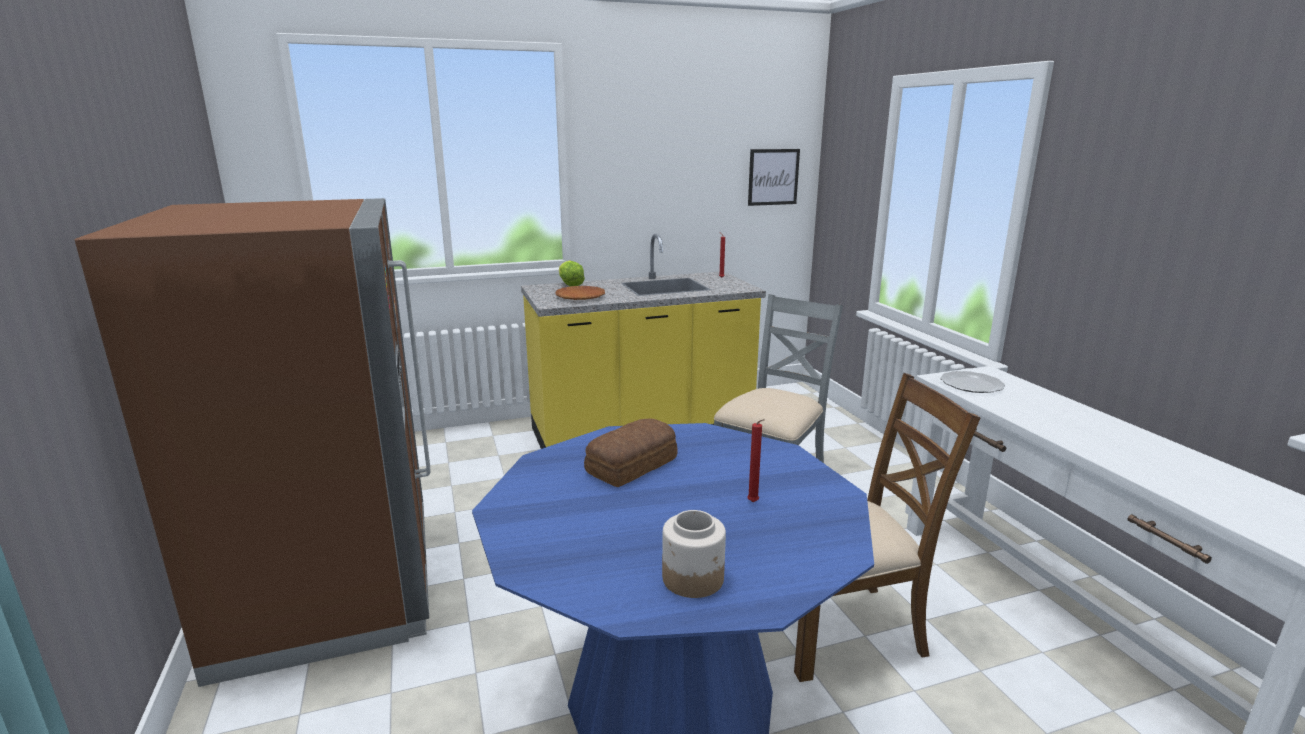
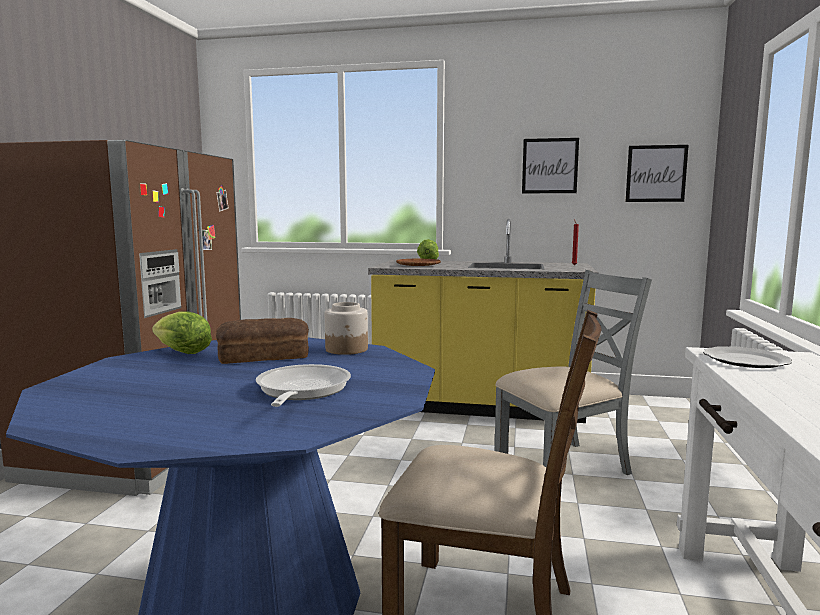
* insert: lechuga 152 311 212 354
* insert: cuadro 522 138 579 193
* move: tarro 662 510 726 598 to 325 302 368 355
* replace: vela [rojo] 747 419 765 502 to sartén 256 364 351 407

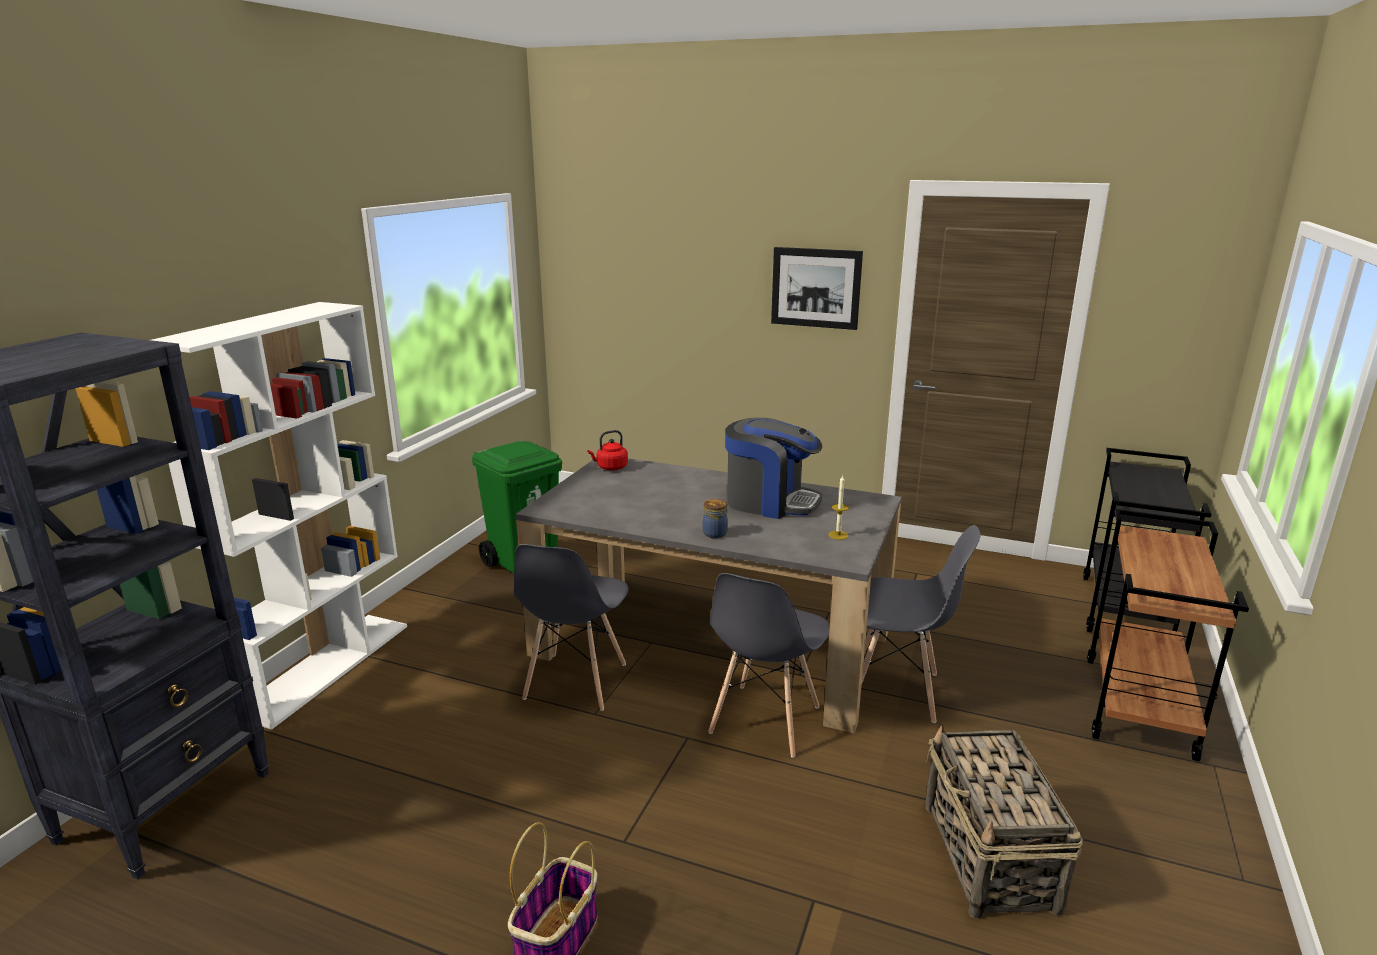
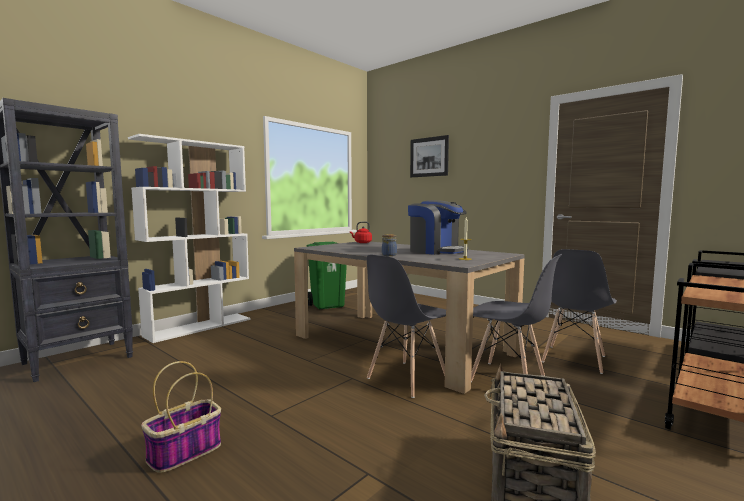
* move: silla [gris] 514 544 629 711 to 541 249 617 374
* move: cuadro 771 247 863 330 to 410 135 449 177

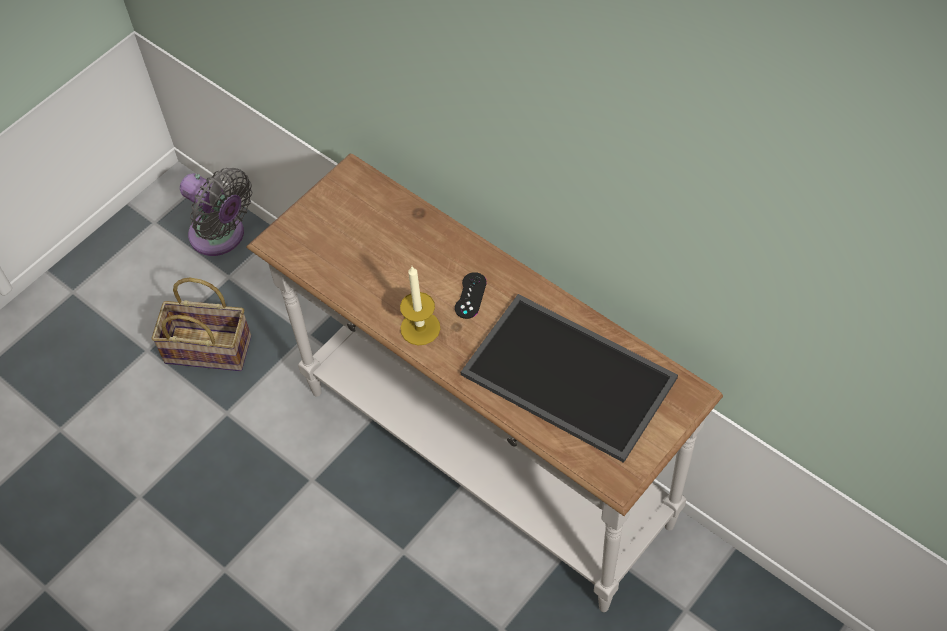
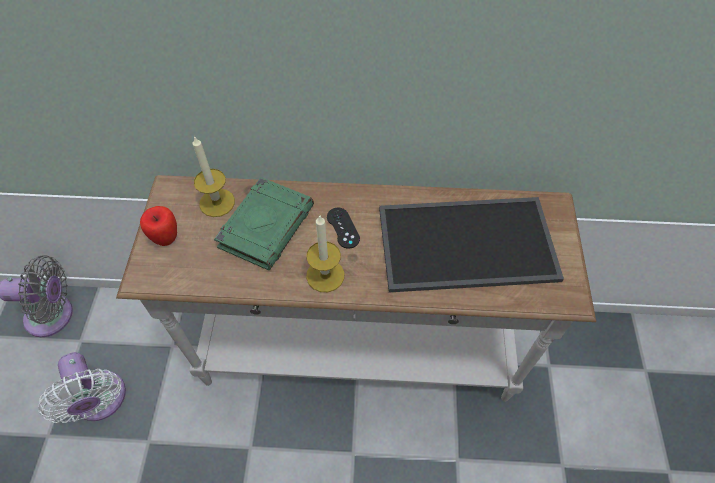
* insert: manzana 140 206 177 246
* insert: vela 193 136 235 217
* insert: libro [verde] 214 177 314 270
* replace: cesta 151 278 251 371 to ventilador [blanco] 38 352 126 423

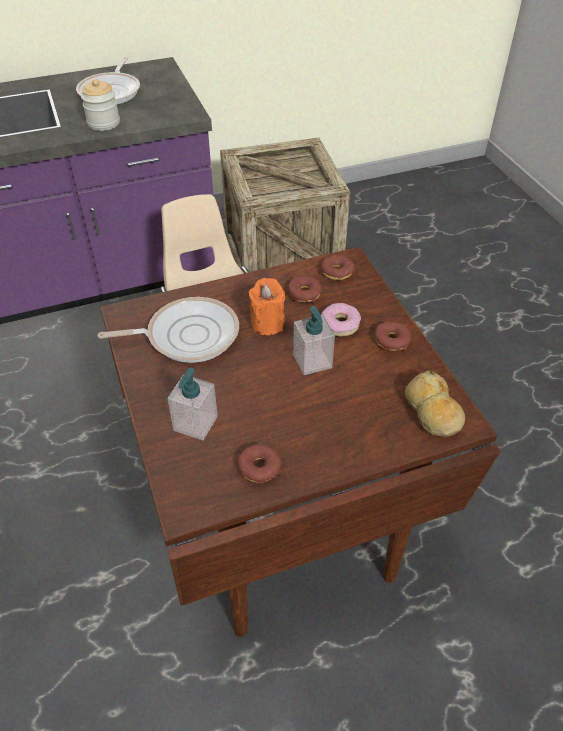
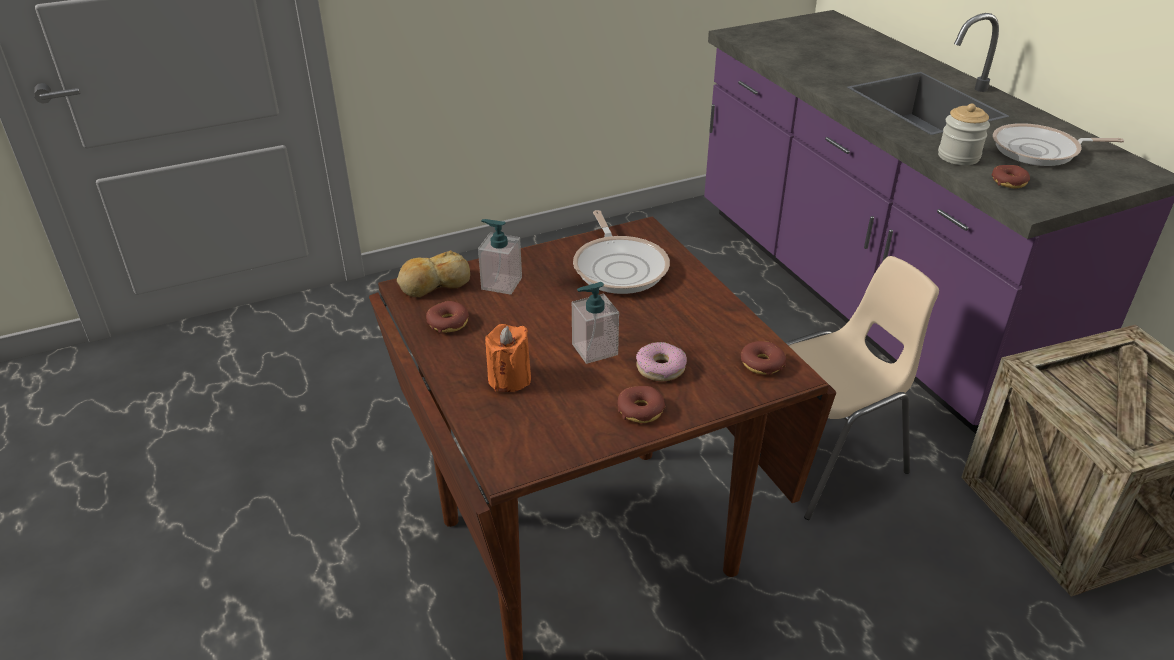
* move: vela [naranja] 249 278 285 335 to 485 324 531 392
* move: rosquilla 288 276 322 303 to 992 165 1030 189
* move: pan 405 370 465 437 to 397 250 470 297

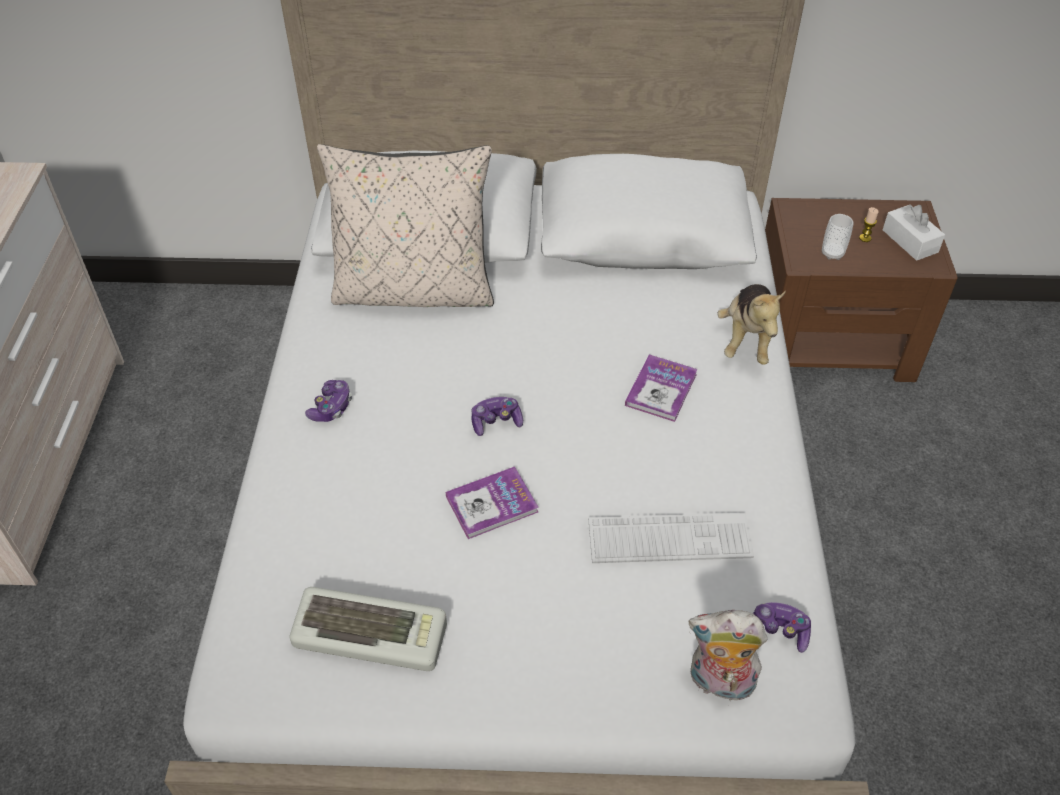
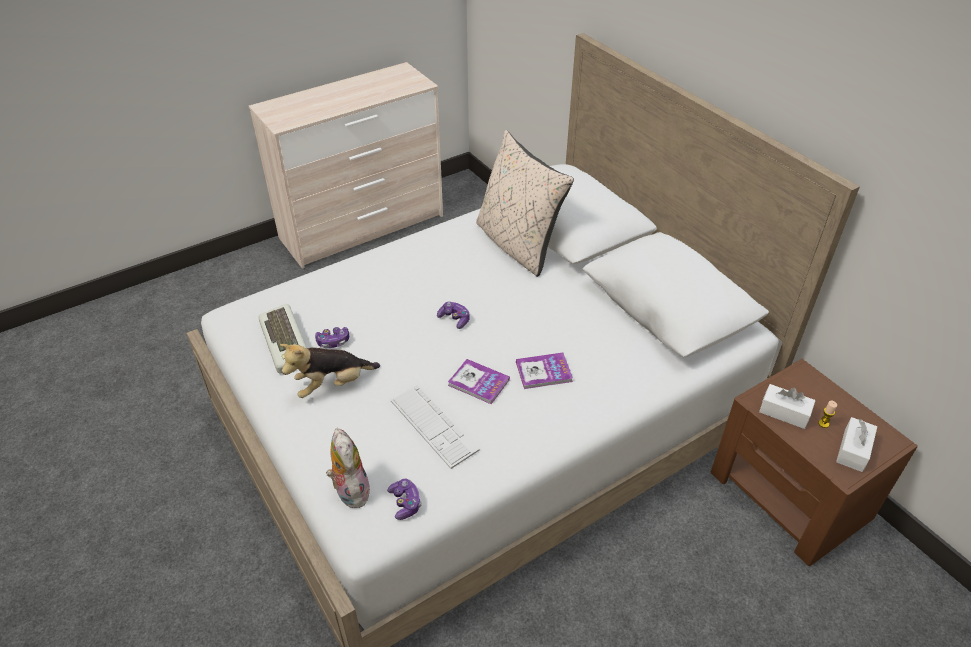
* move: mando de consola 305 380 352 422 to 315 327 349 348
* move: libro 446 467 539 539 to 448 359 510 404
* move: peluche 718 284 786 365 to 280 344 380 398
* replace: taza 822 214 853 260 to caja de pañuelos [blanco] 759 384 816 429

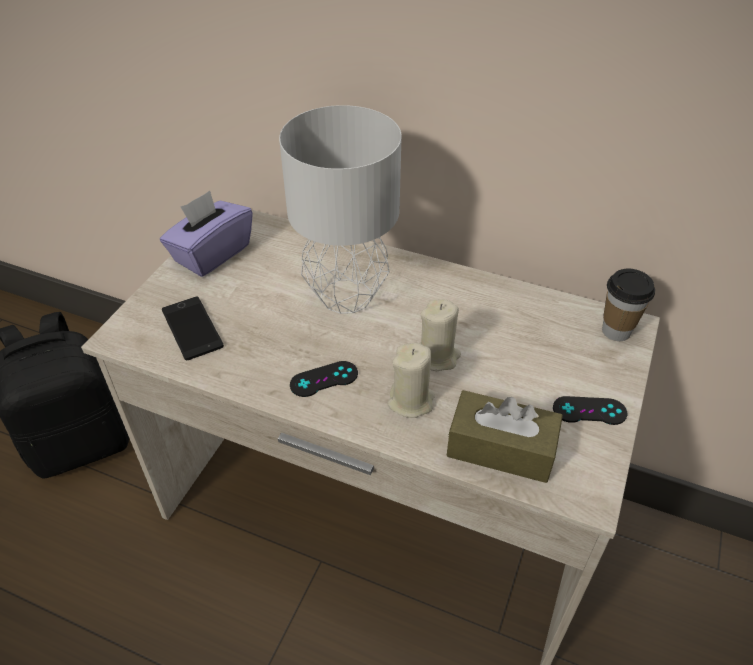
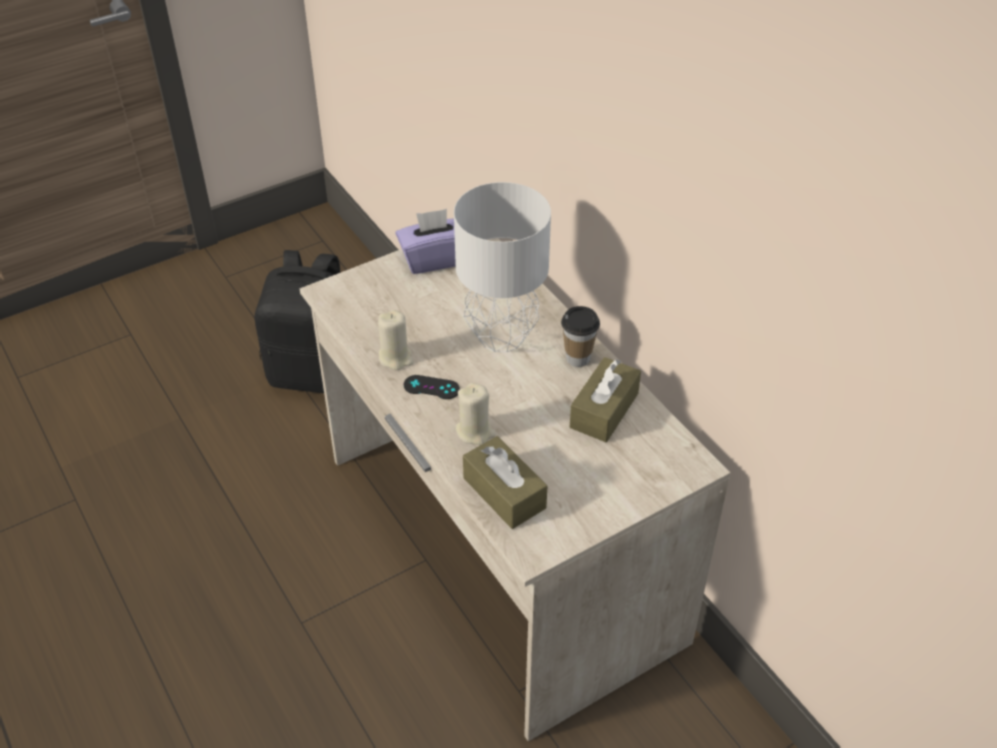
* delete: móvil 162 297 224 360
* delete: mando de consola [negro] 553 396 627 425
* insert: caja de pañuelos [marrón] 570 357 641 442
* move: vela [beis] 420 300 461 371 to 378 310 413 370
* move: taza 602 269 655 341 to 561 306 600 367

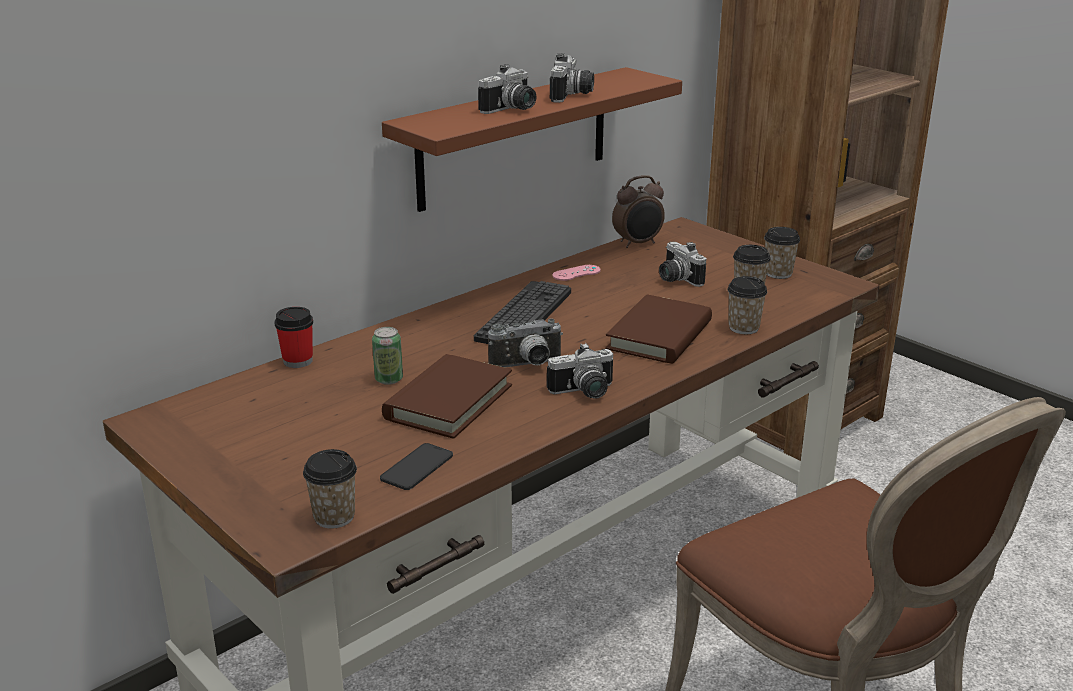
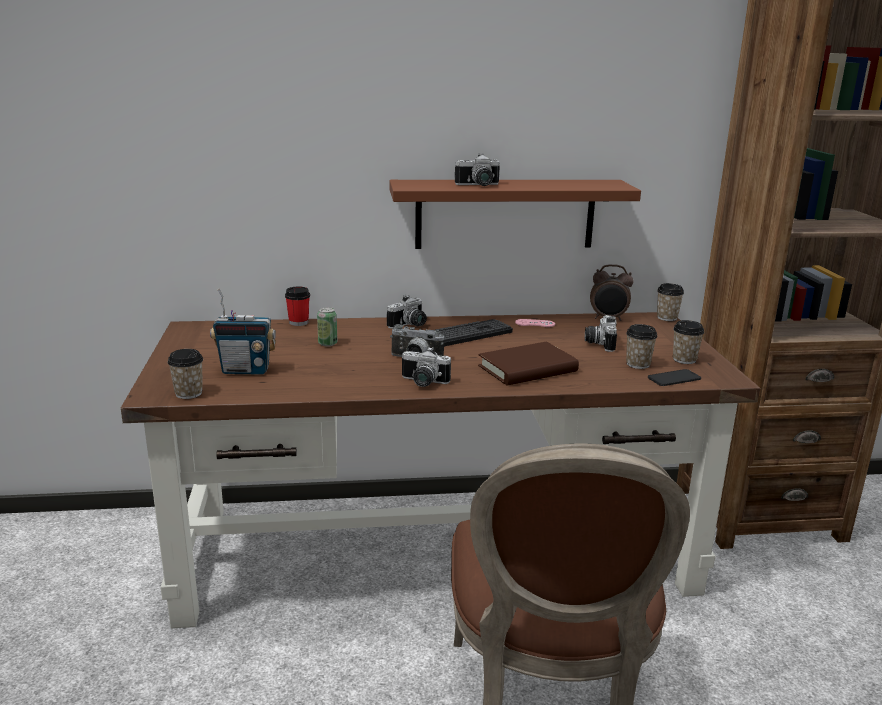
* delete: libro [marrón] 382 354 512 439
* insert: radio 210 288 276 375
* move: móvil 380 443 453 490 to 648 369 701 386
* move: cámara 550 53 594 103 to 387 295 427 329
* move: taza 727 276 767 334 to 657 283 684 321

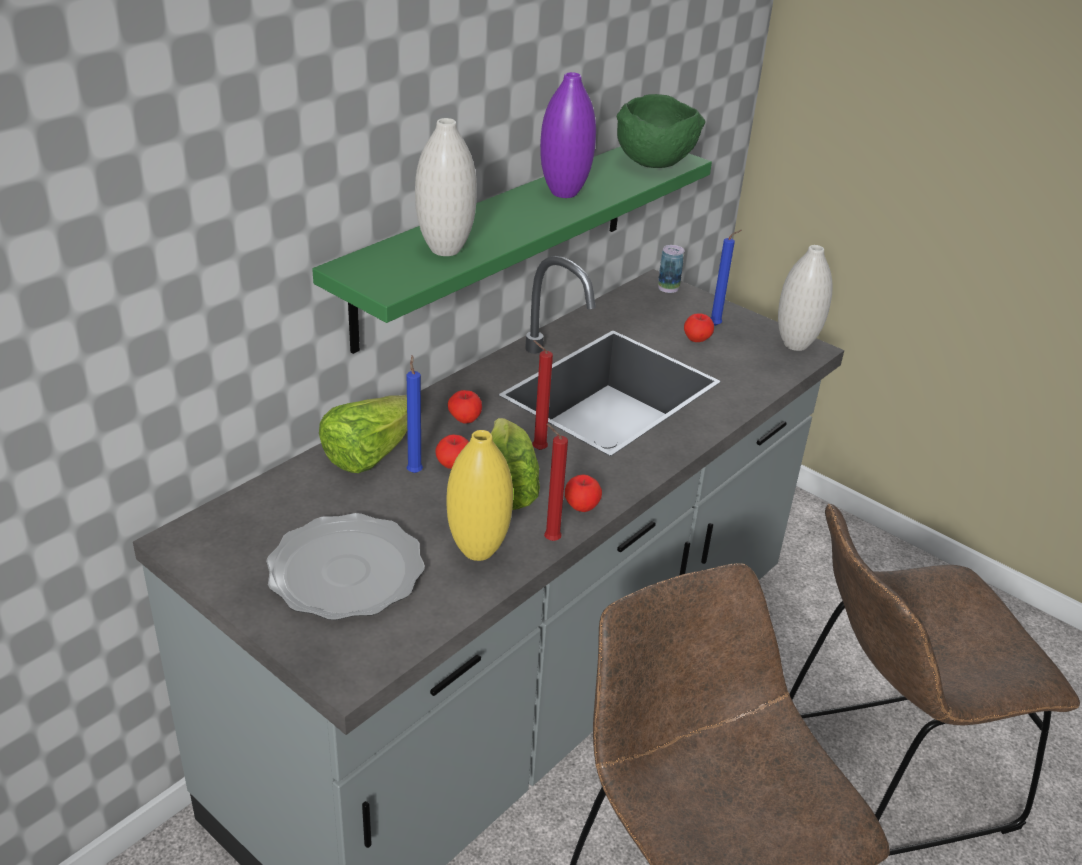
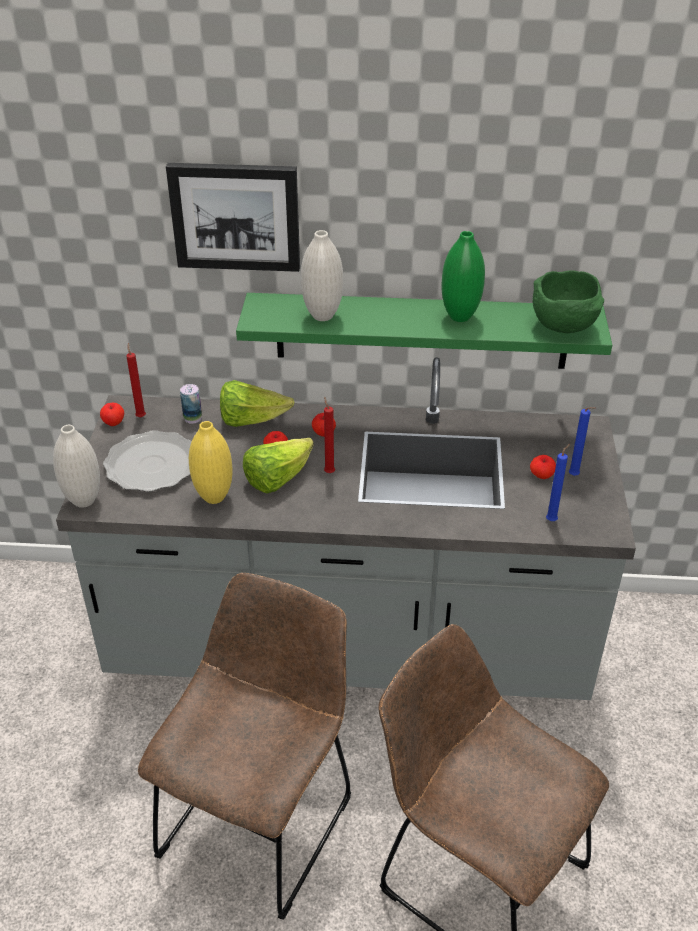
* insert: cuadro 166 163 300 272
* move: vela [azul] 406 355 423 473 to 546 443 570 521
* move: vela [rojo] 544 424 568 541 to 126 343 146 417
* move: manzana 565 474 602 512 to 100 402 124 426
* move: lata 658 245 685 293 to 180 384 202 424
* move: florero [blanco] 778 245 833 351 to 53 425 100 508
* recolor: florero [morado] 540 72 596 198 to florero [verde] 442 231 485 322

